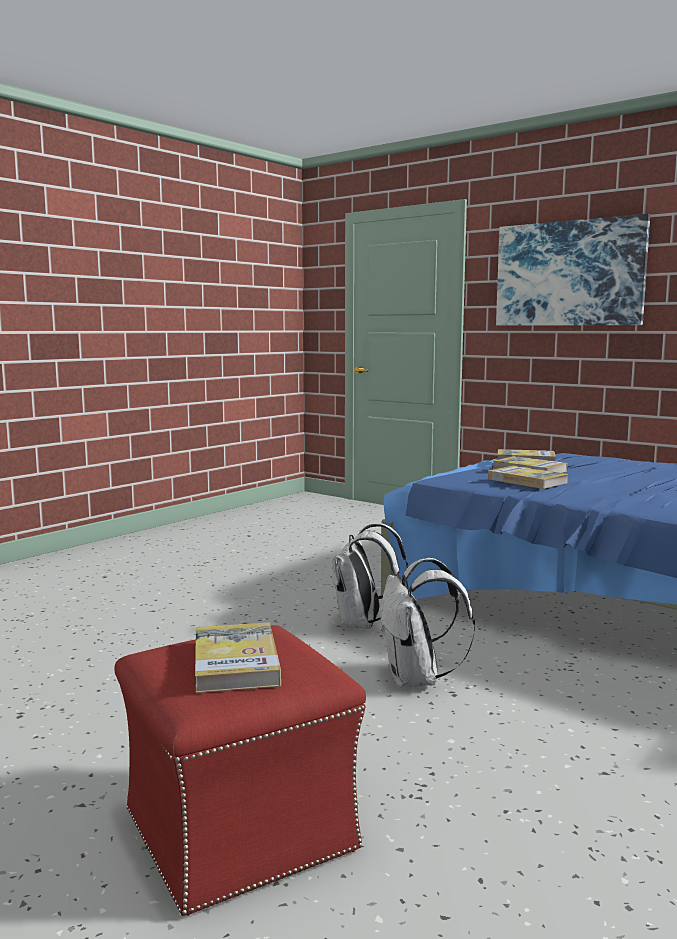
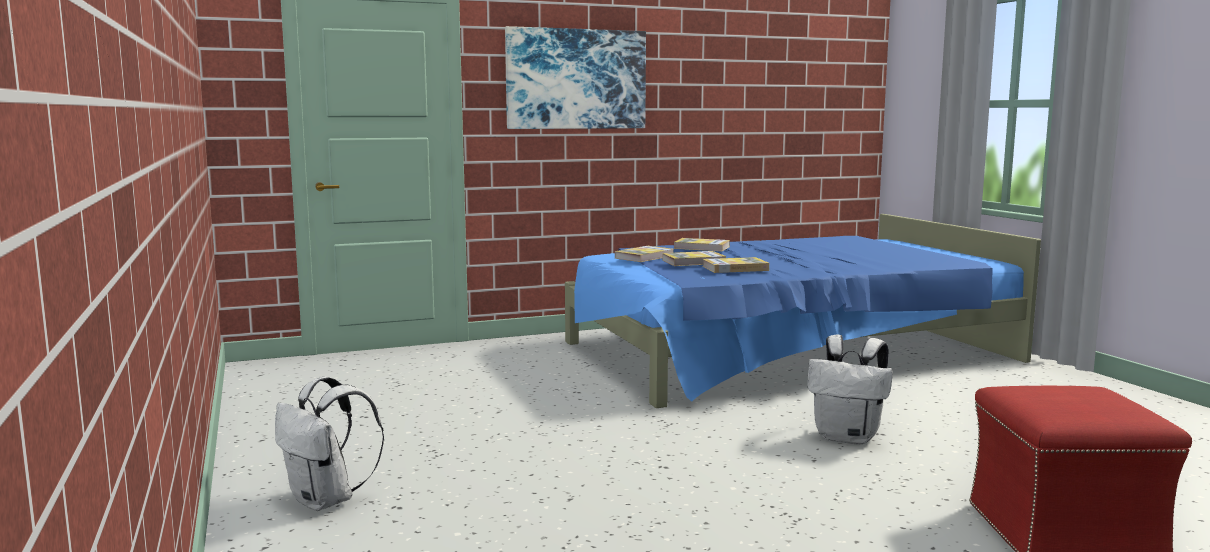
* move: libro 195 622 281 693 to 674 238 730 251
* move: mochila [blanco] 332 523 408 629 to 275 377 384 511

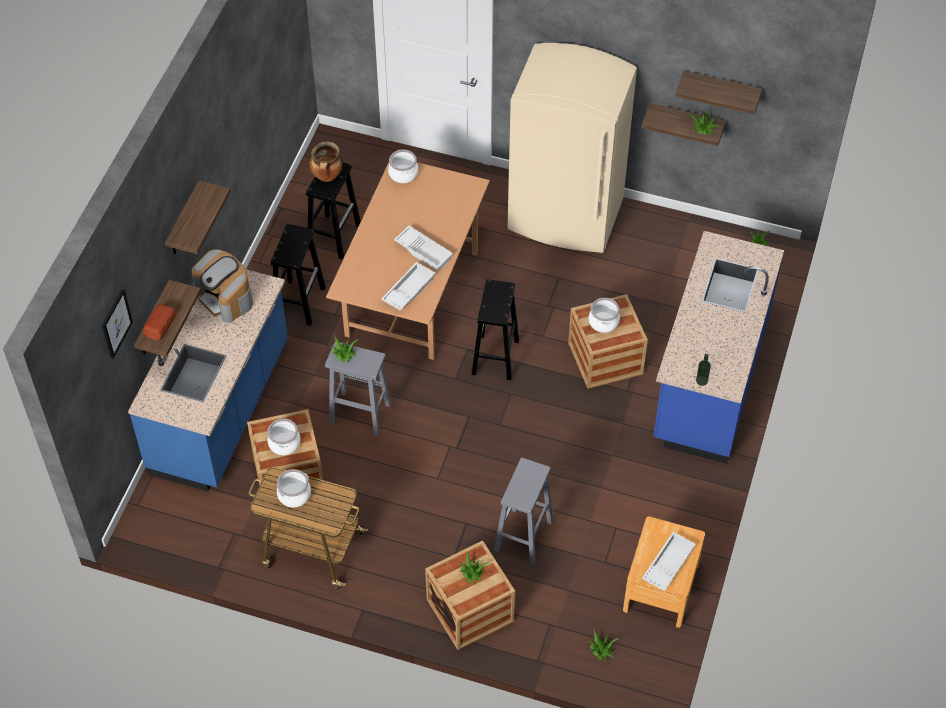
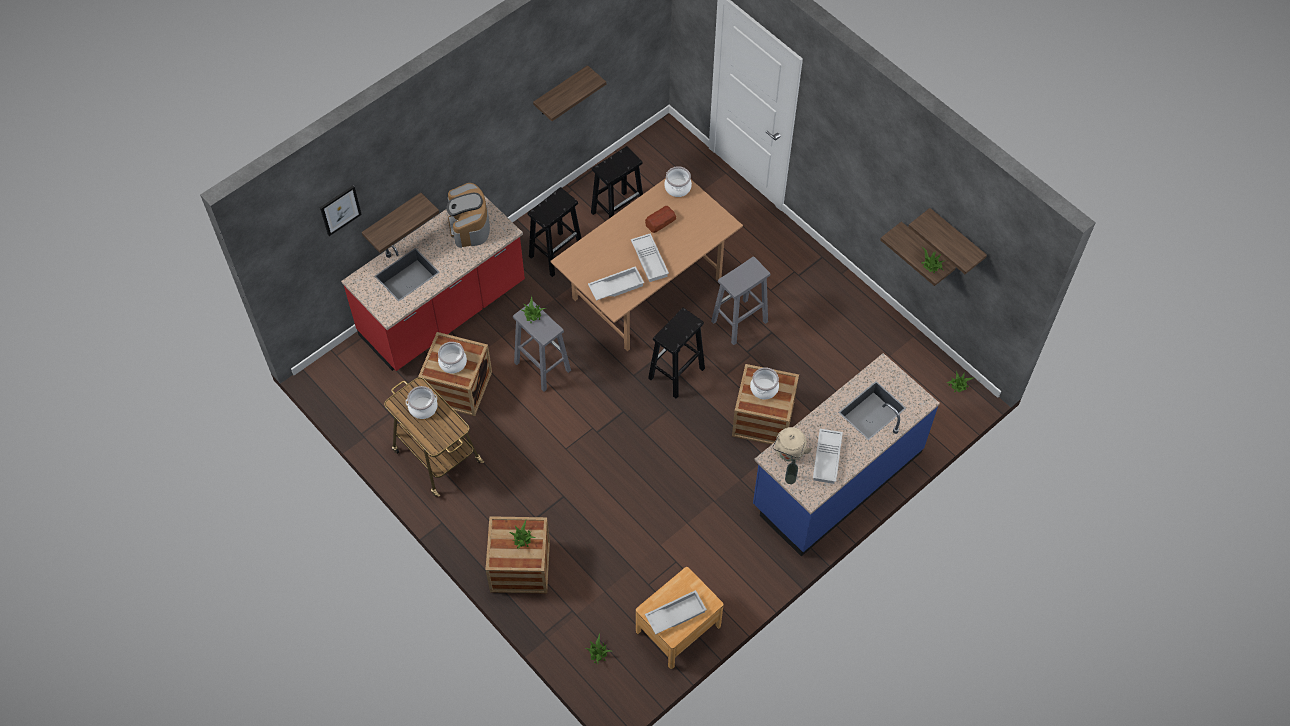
* delete: olla 310 142 343 182
* delete: nevera [beis] 507 43 637 253
* insert: hervidor [beis] 773 427 813 462
* insert: bandeja [blanco] 813 429 843 484
* move: pan 143 304 176 340 to 645 206 676 233
* move: estante 165 181 231 254 to 533 65 606 121
* move: taburete [gris] 494 458 553 565 to 711 256 770 345
* recolor: mueble bajo de cocina [azul] 128 269 288 491 to mueble bajo de cocina [rojo] 341 195 525 371

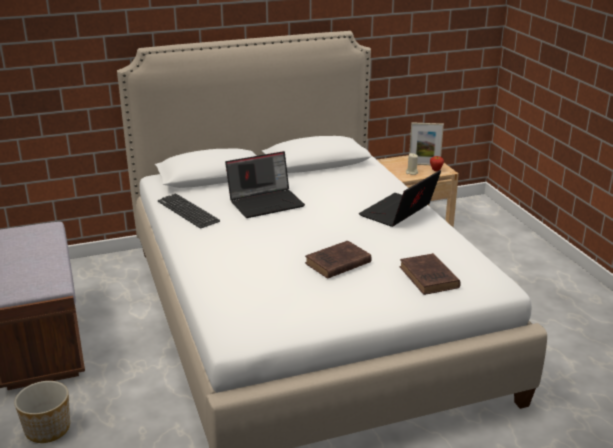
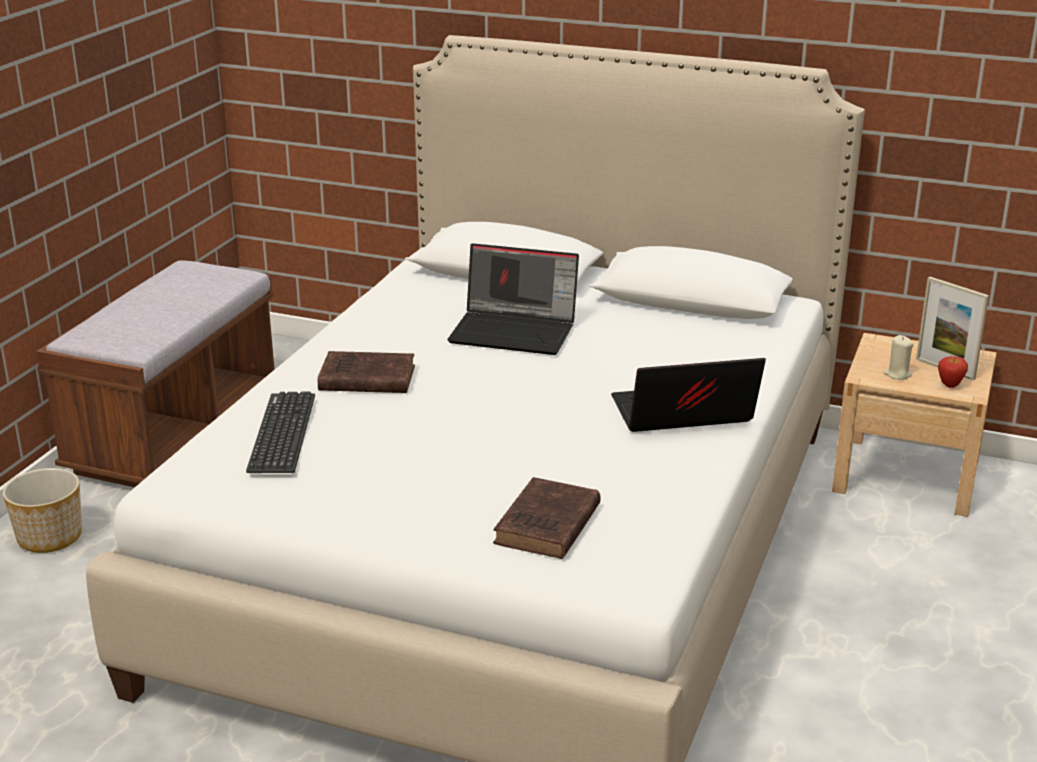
* move: teclado 158 194 220 228 to 246 392 315 473
* move: libro [marrón] 305 241 372 279 to 318 351 415 393

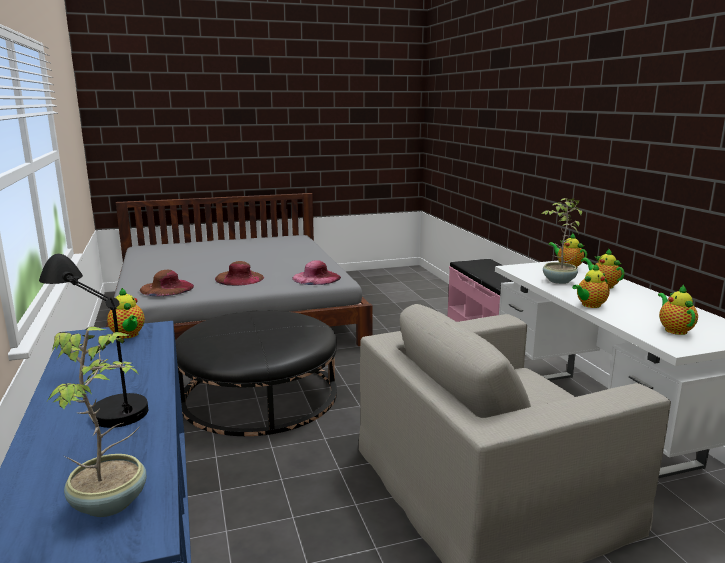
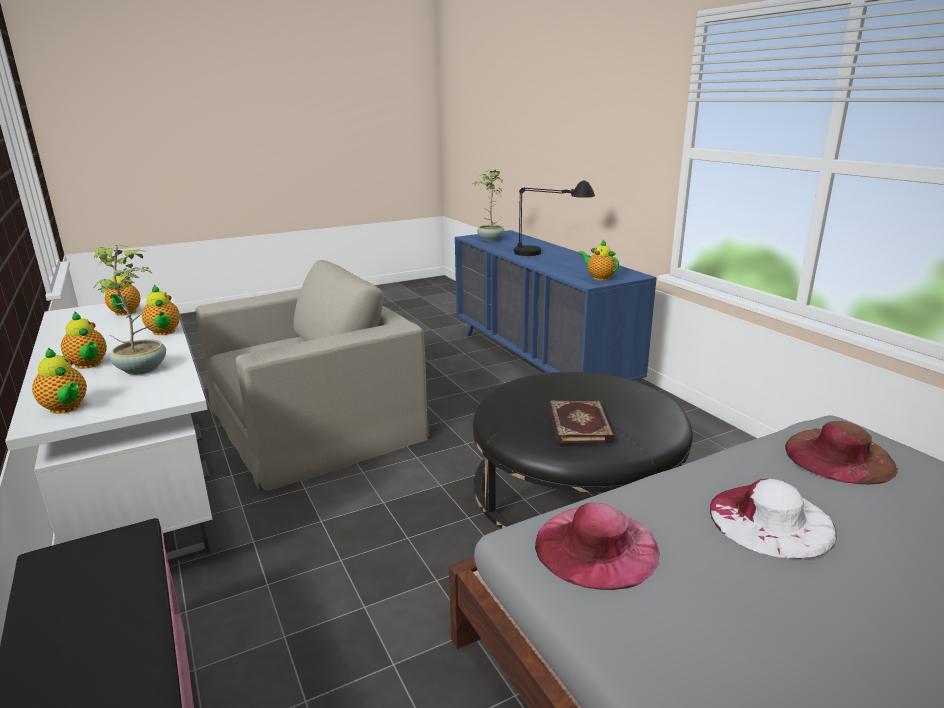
* insert: libro 550 400 615 444
* recolor: sombrero [marrón] 215 261 264 286 to sombrero [blanco] 710 479 837 559
* rotate: tetera 572 264 610 308 = 142 285 180 335 105 degrees clockwise

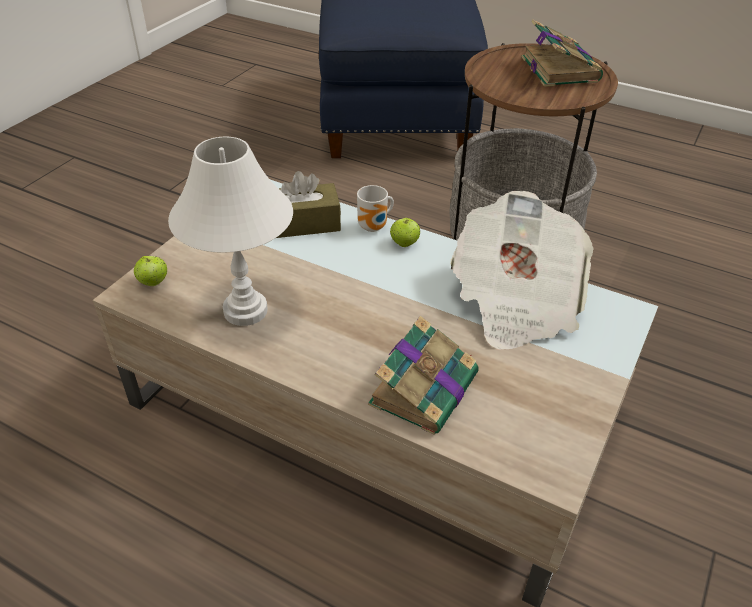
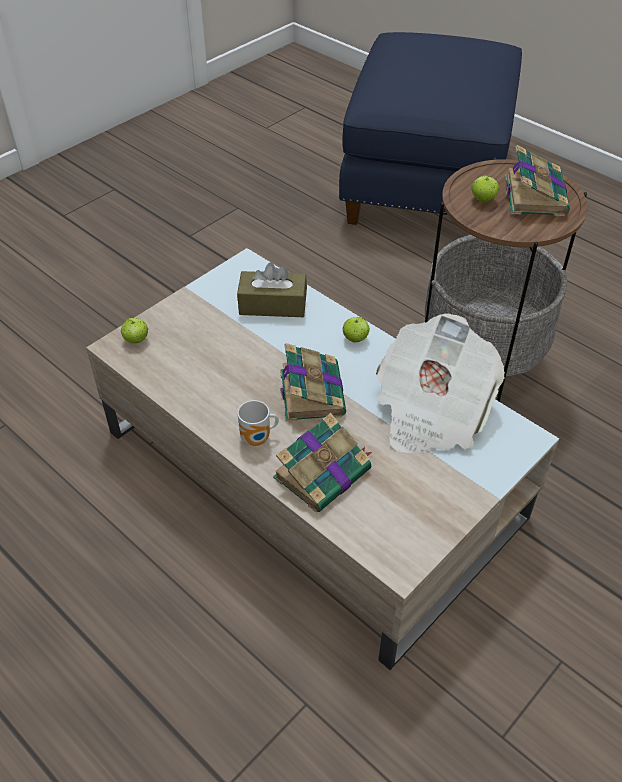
* delete: lámpara de mesa [blanco] 168 137 293 326
* insert: libro 280 343 346 421
* insert: manzana 472 176 499 203
* move: taza grande 357 185 394 232 to 237 400 279 446

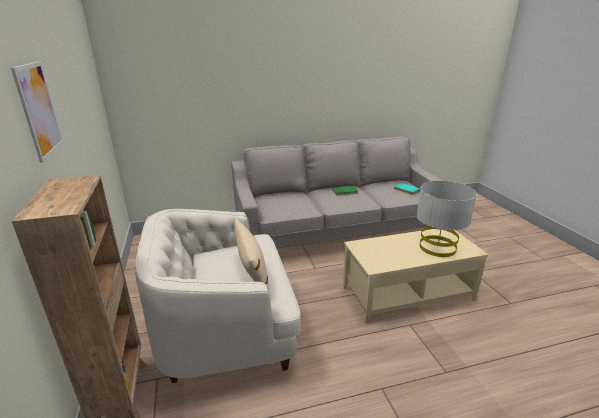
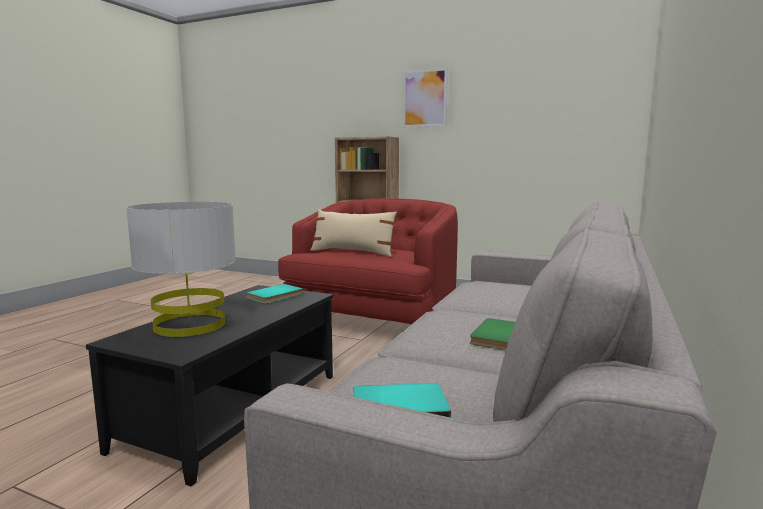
* insert: libro [turquesa] 246 284 303 304
* recolor: sillón [blanco] 135 209 301 383 to sillón [rojo] 278 198 458 324
* recolor: mesa de centro [beis] 343 229 488 324 to mesa de centro [negro] 86 285 333 487

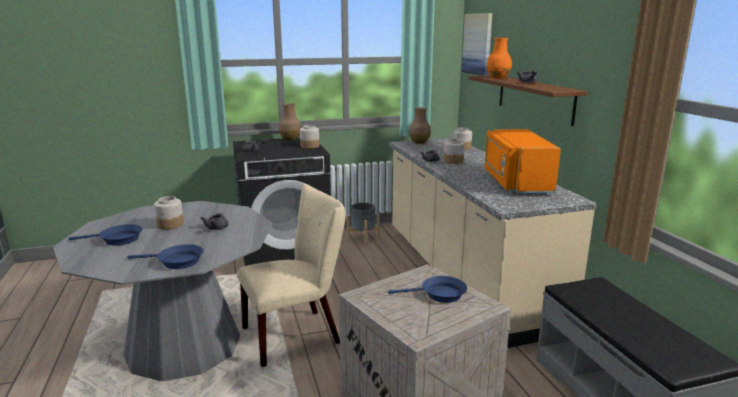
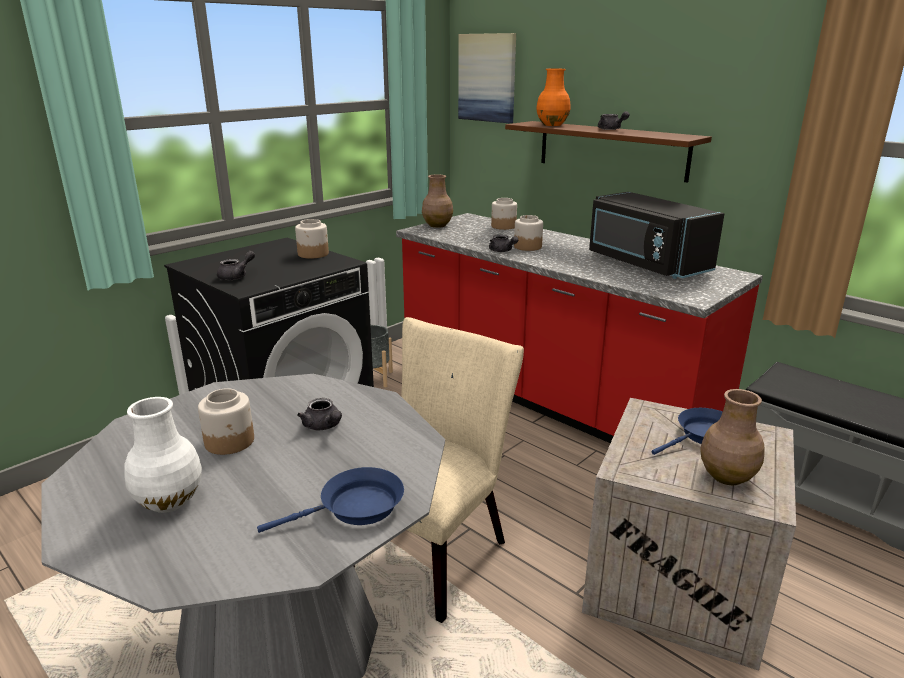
* move: florero [marrón] 279 103 301 141 to 700 389 765 485
* replace: sartén [azul] 69 224 142 246 to florero [blanco] 124 397 202 513
* recolor: mueble bajo de cocina [beis] 389 138 597 348 to mueble bajo de cocina [rojo] 396 213 763 443
* recolor: microondas [naranja] 485 129 561 194 to microondas [negro] 589 192 724 279

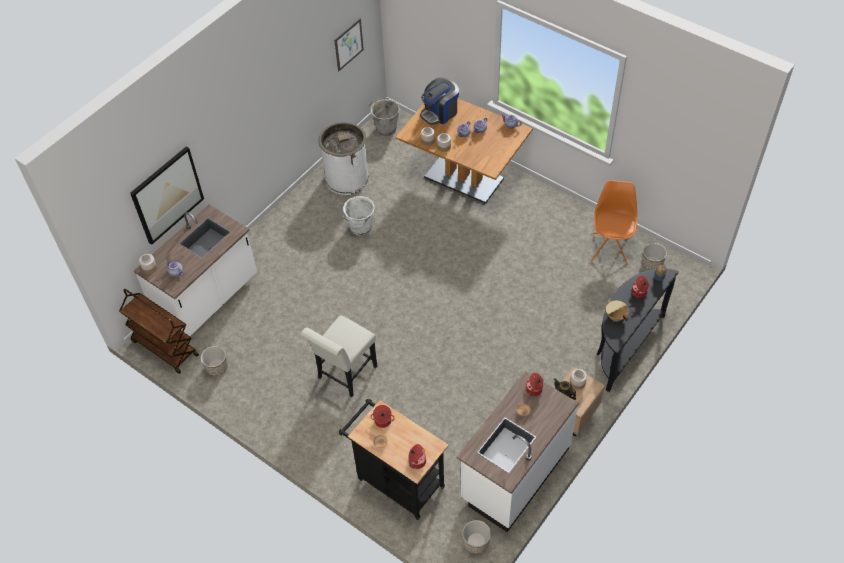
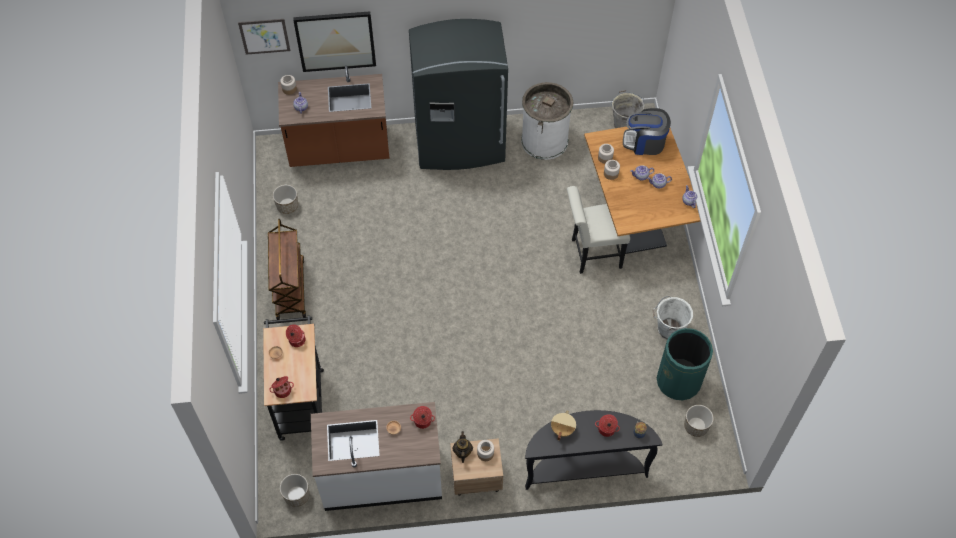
* insert: nevera [gris] 409 19 508 170
* move: carrito [marrón] 119 289 199 374 to 268 219 306 320
* move: silla [blanco] 300 315 377 397 to 567 186 630 274
* move: cuadro 334 19 364 71 to 238 19 290 55
* move: cubo [blanco] 342 196 375 236 to 652 296 693 340
* replace: silla [naranja] 591 180 637 265 to papelera [verde] 657 328 713 400
* recolor: mueble bajo de cocina [blanco] 134 205 257 336 to mueble bajo de cocina [marrón] 278 65 389 167

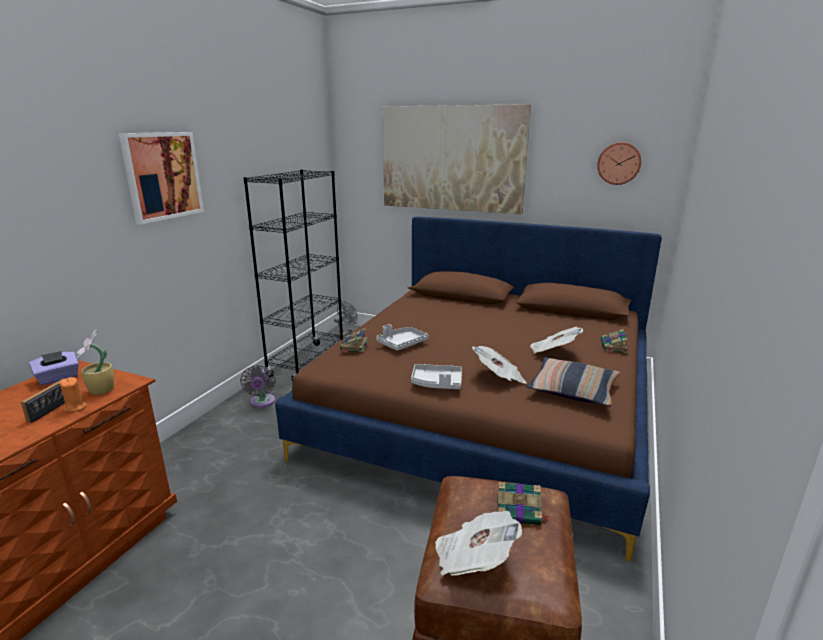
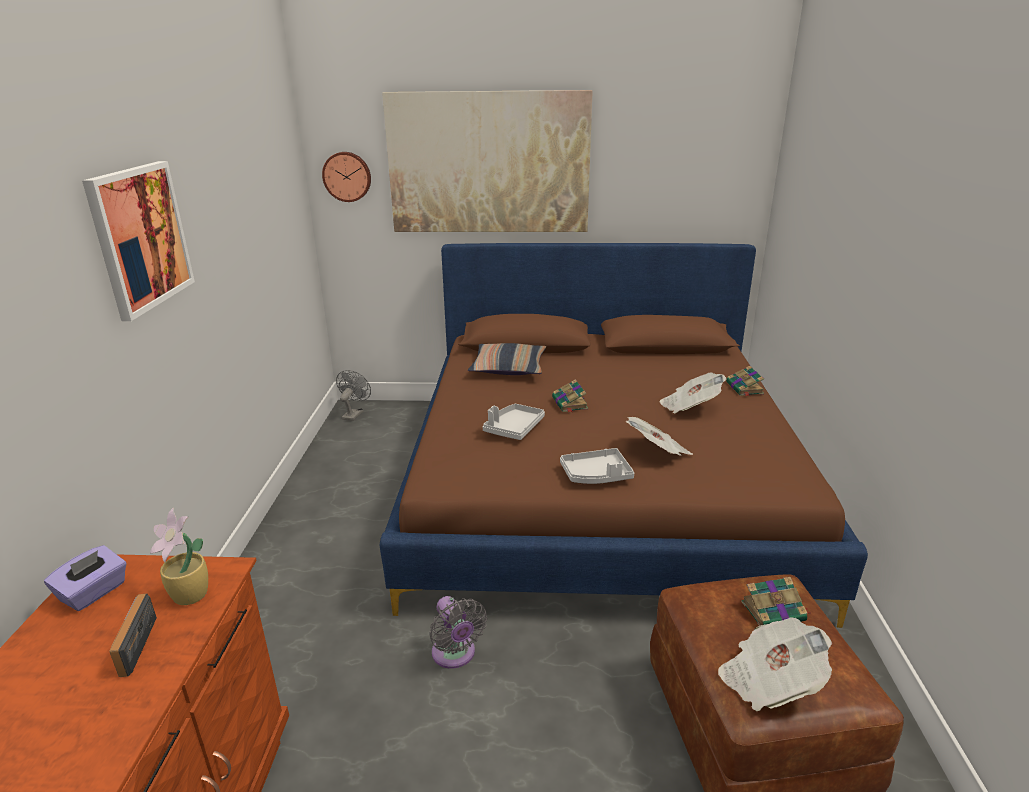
* delete: vela [naranja] 60 377 86 413
* delete: estantería [negro] 243 169 343 381
* move: ventilador [gris] 240 365 276 408 to 429 596 487 669
* move: libro 340 328 369 353 to 552 379 588 413
* move: cojín 526 357 620 406 to 468 343 546 375
* move: reloj de pared 597 142 641 185 to 322 152 371 202

